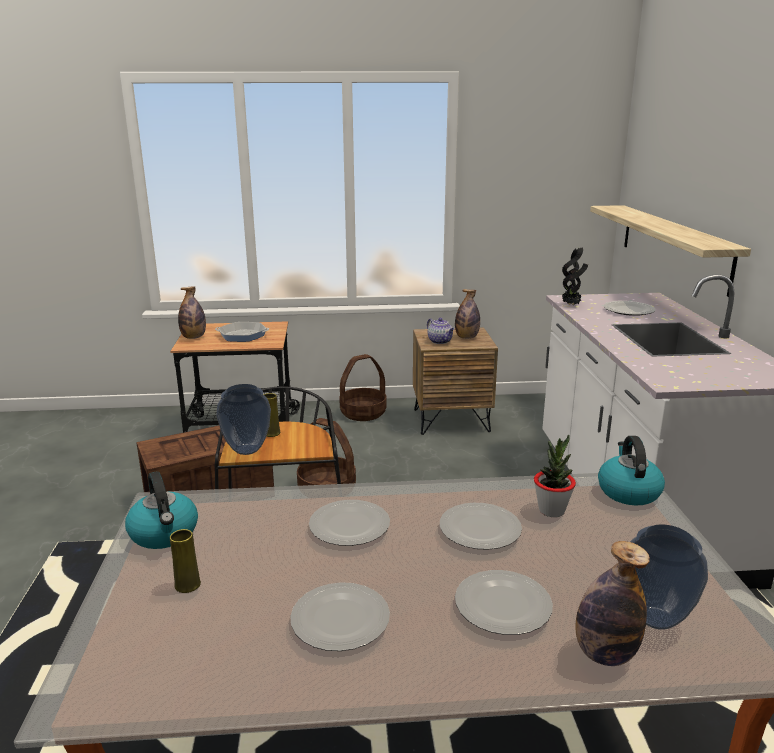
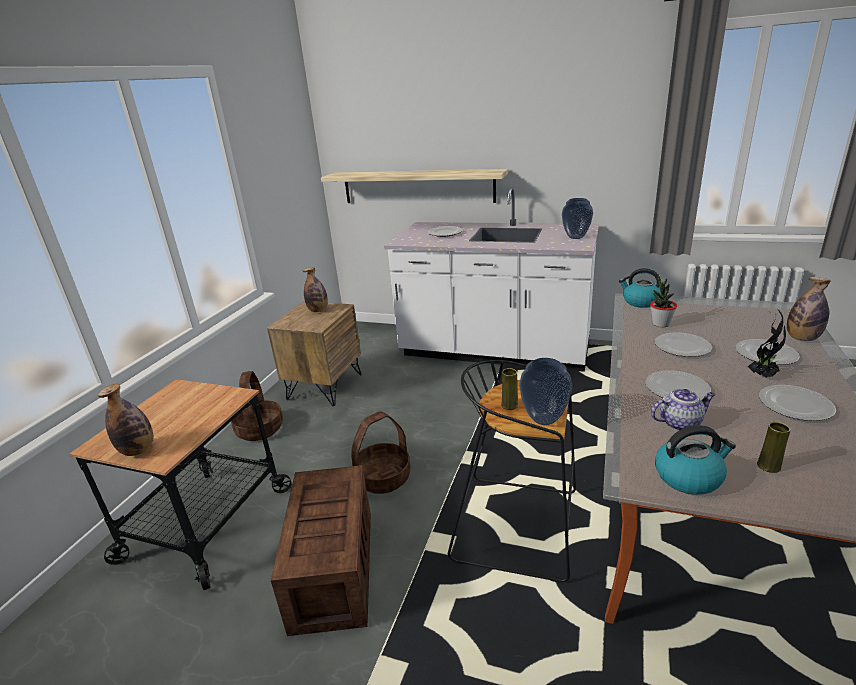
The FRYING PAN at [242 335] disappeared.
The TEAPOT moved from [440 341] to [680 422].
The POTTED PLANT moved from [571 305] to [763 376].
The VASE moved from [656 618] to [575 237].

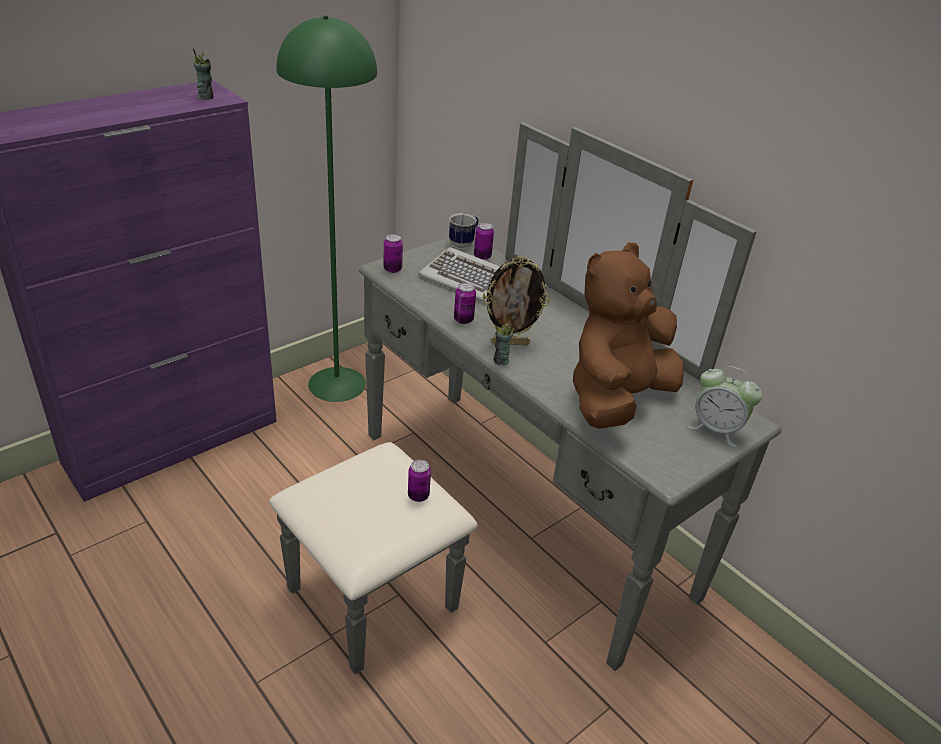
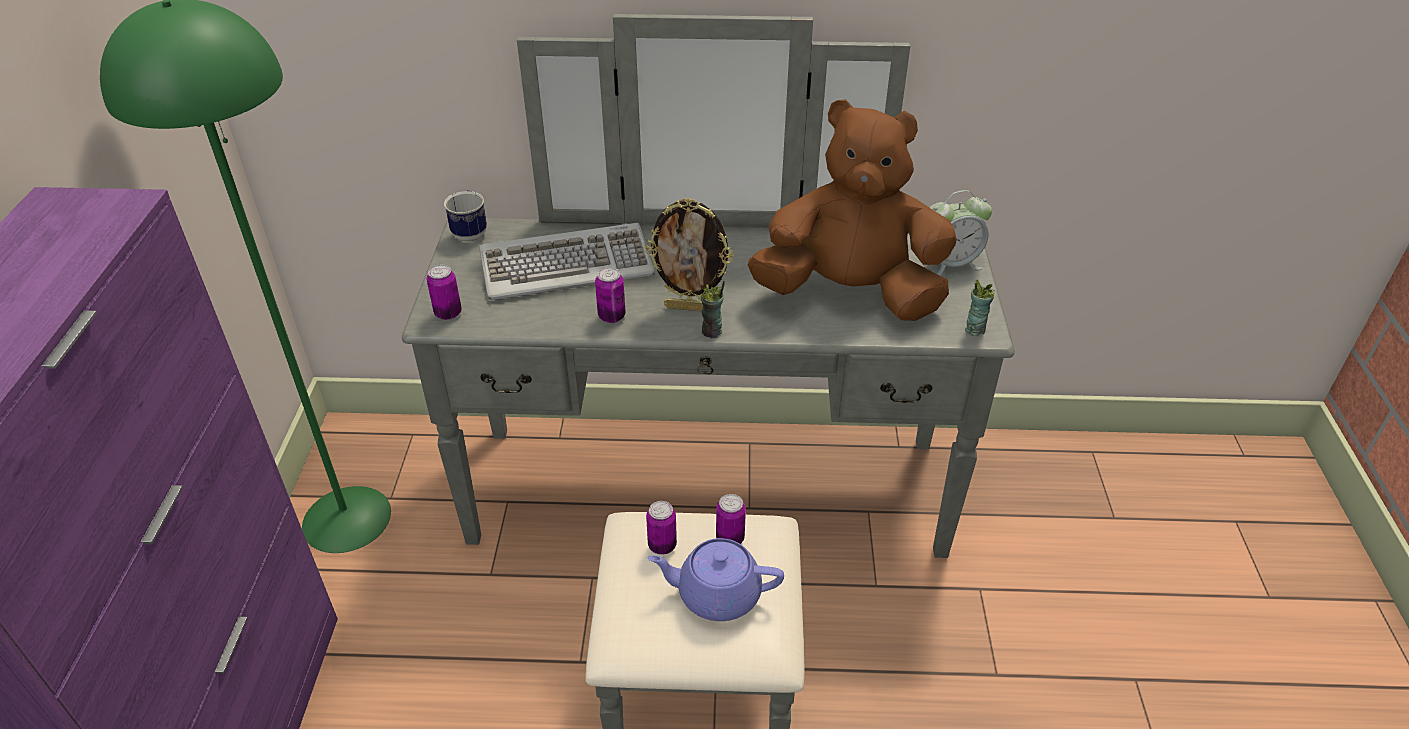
The PURPLE TEAPOT at [717 594] appeared.
The CUP moved from [206 97] to [974 329].
The CAN moved from [482 256] to [662 545].
The PICTURE FRAME at [510 343] turned 60 degrees clockwise.
The BROWN PLUSH TOY at [616 399] turned 105 degrees clockwise.

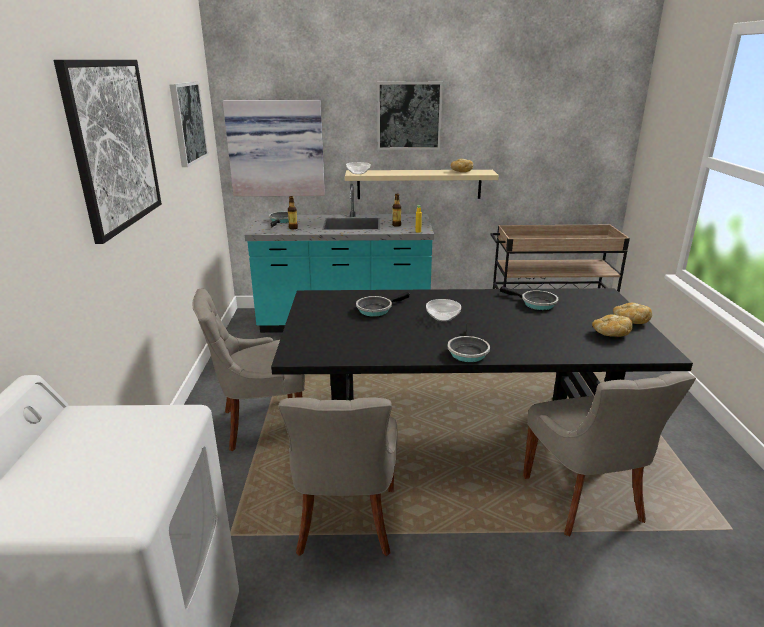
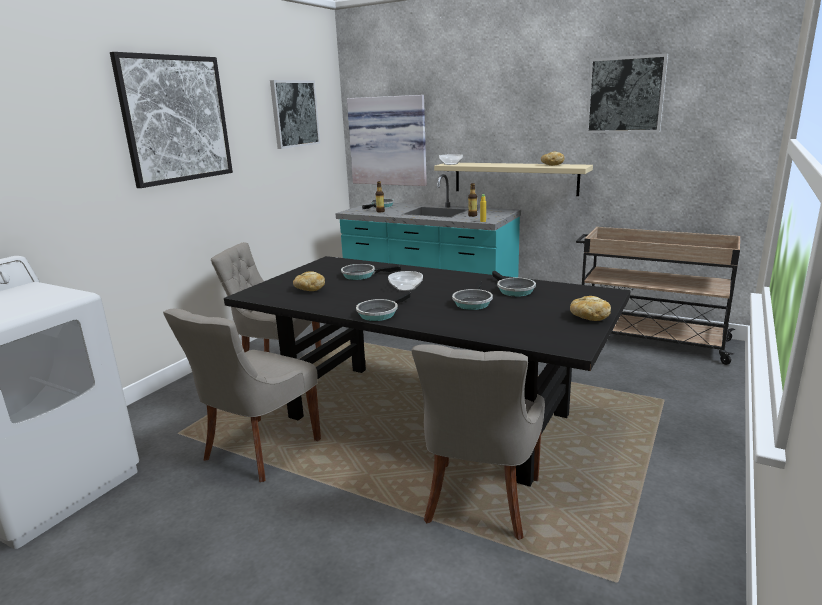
The FRYING PAN at [472 302] appeared.
The PICTURE moved from [409 116] to [625 95].
The BREAD moved from [610 334] to [309 289].

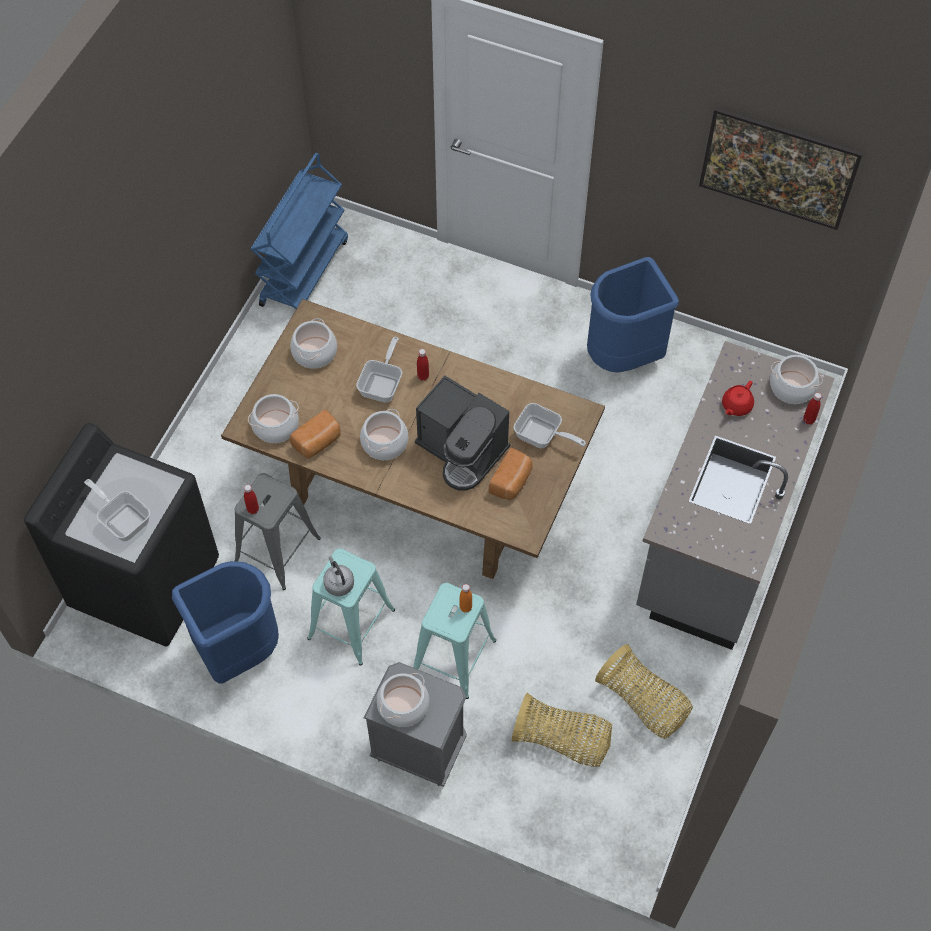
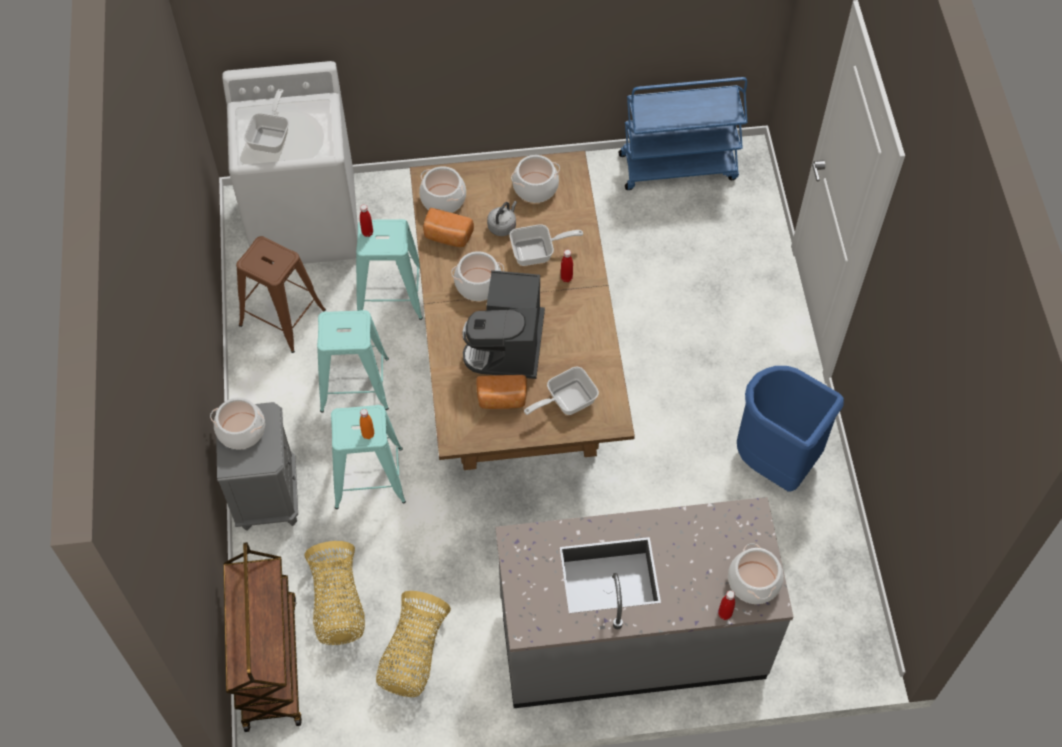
The PICTURE at [773 187] disappeared.
The RED TEAPOT at [736 406] disappeared.
The BROWN CART at [269 662] appeared.
The GREY KETTLE moved from [338 583] to [503 226].
The BLUE TRASH CAN at [238 651] was replaced by the BROWN STOOL at [282 317].
The BLACK WASHING MACHINE at [146 582] became the WHITE WASHING MACHINE at [306 222].
The GREY STOOL at [277 550] became the TURQUOISE STOOL at [390 295].
The FRYING PAN at [542 436] turned 60 degrees clockwise.

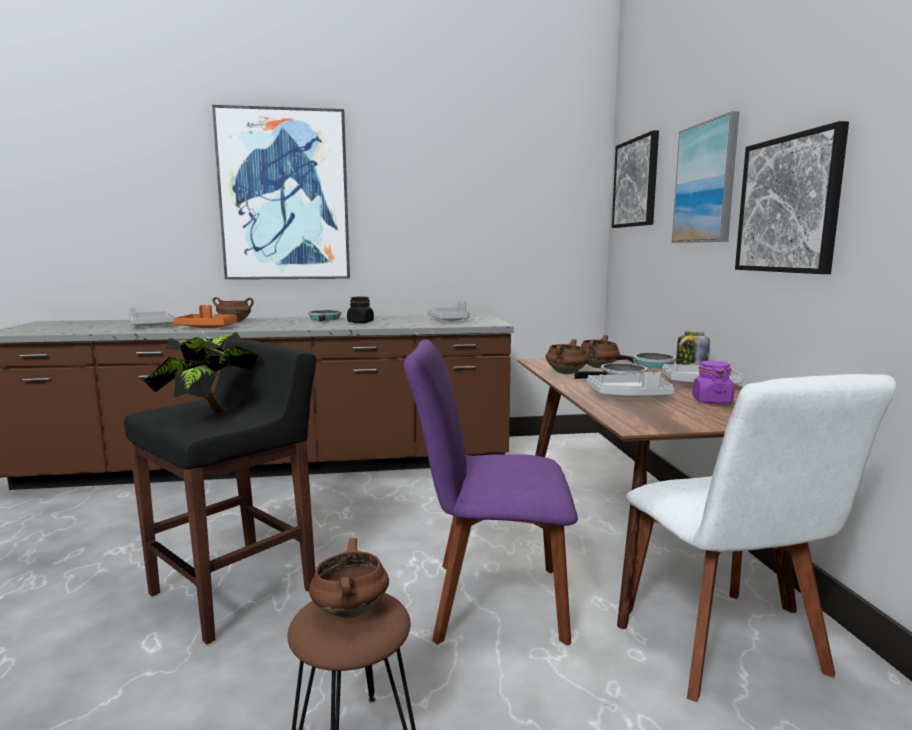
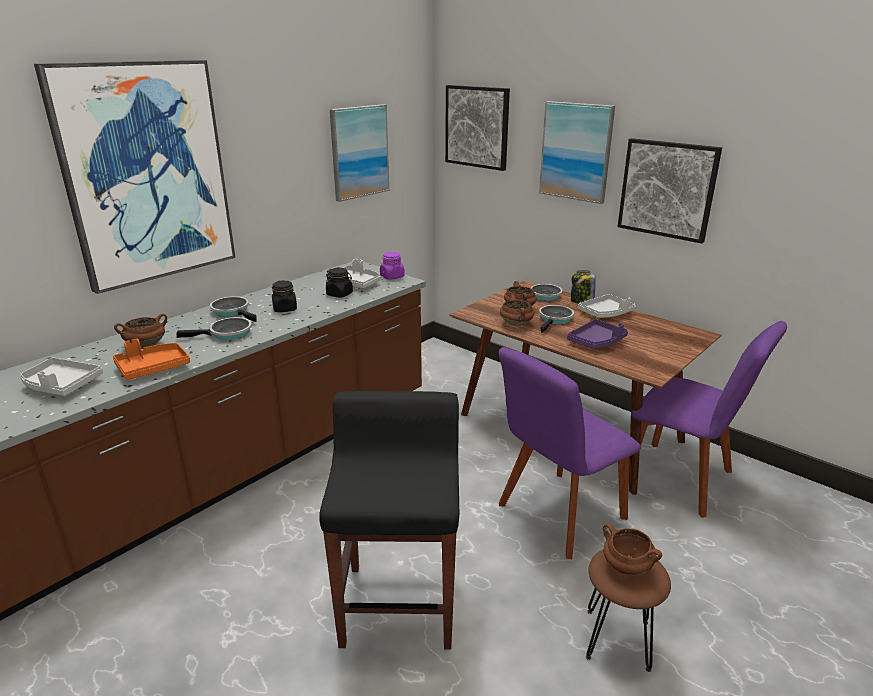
The POTTED PLANT at [208 414] disappeared.
The FRYING PAN at [227 334] appeared.
The BLACK JAR at [339 294] appeared.
The PICTURE at [359 152] appeared.
The PURPLE JAR moved from [711 401] to [392 276].
The GREY TRAY at [629 396] became the PURPLE TRAY at [597 342].
The WHITE CHAIR at [725 647] became the PURPLE CHAIR at [683 479].

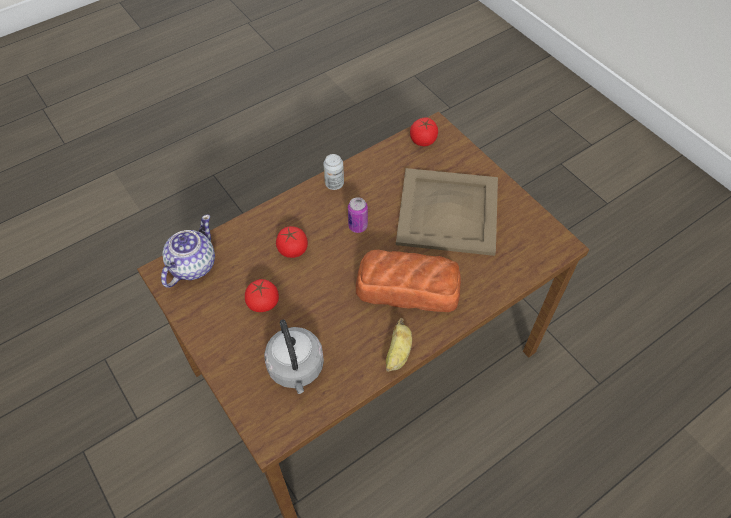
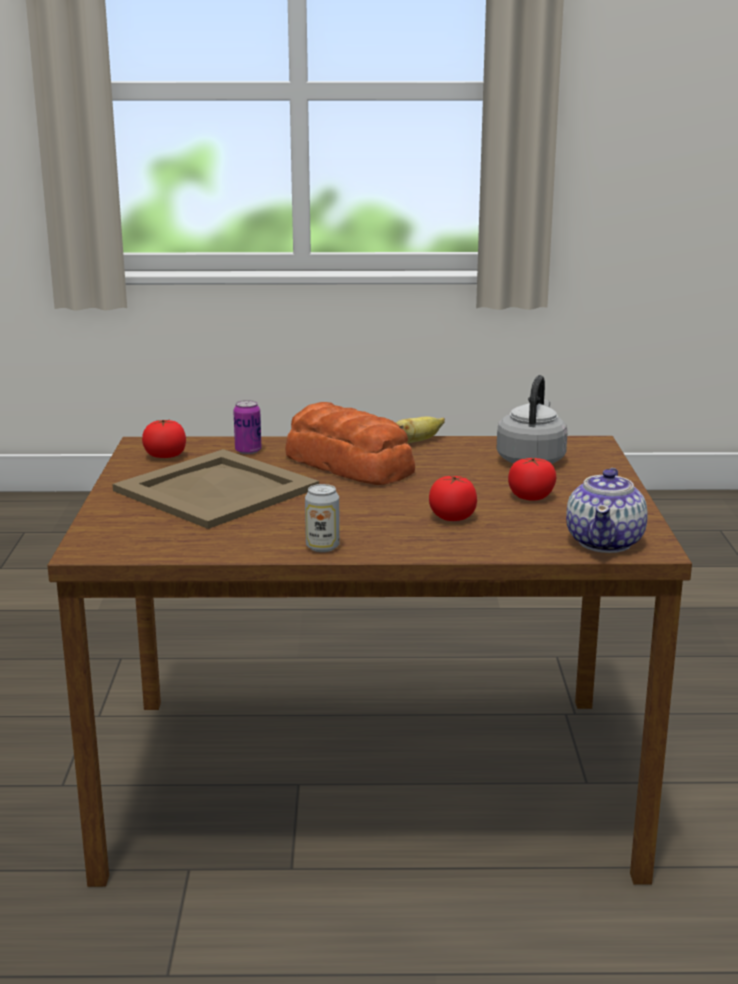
The CAN moved from [358 226] to [248 451].
The TOMATO moved from [423 140] to [165 456].
The TEAPOT at [192 266] turned 45 degrees counterclockwise.

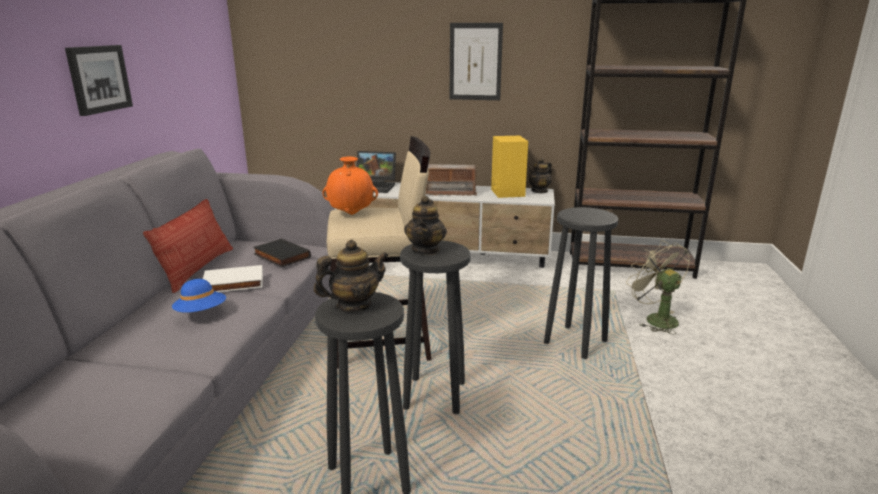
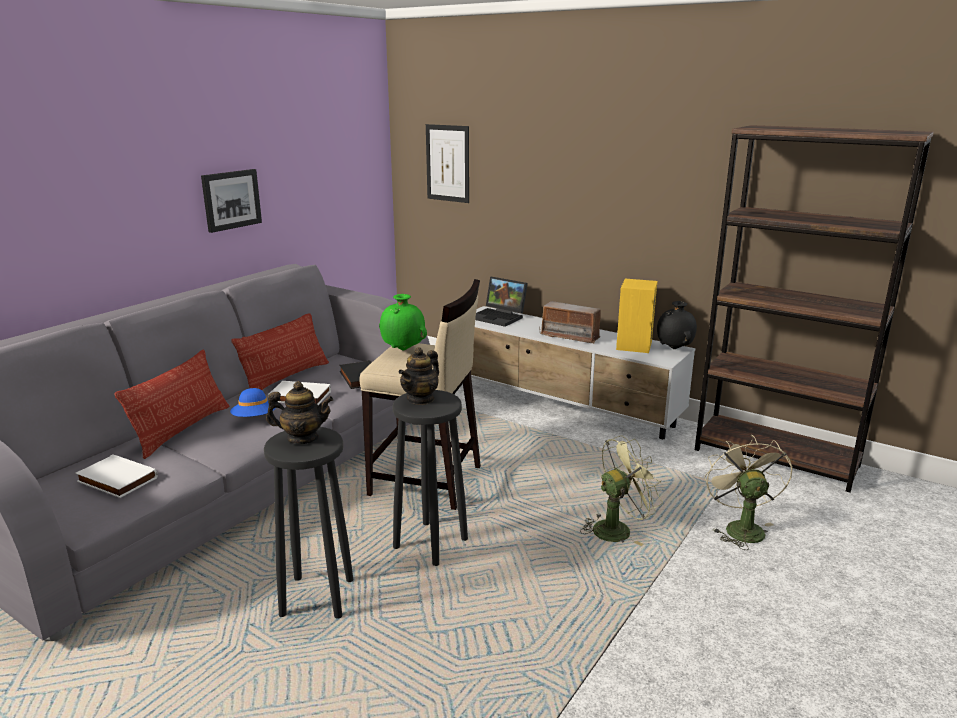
The WHITE BOOK at [115 480] appeared.
The PILLOW at [182 429] appeared.
The PICTURE moved from [475 62] to [447 163].
The TEAPOT at [539 191] was replaced by the BLACK VASE at [674 348].
The BLACK STOOL at [574 342] was replaced by the GREEN FAN at [618 528].
The ORANGE VASE at [351 214] became the GREEN VASE at [403 349].

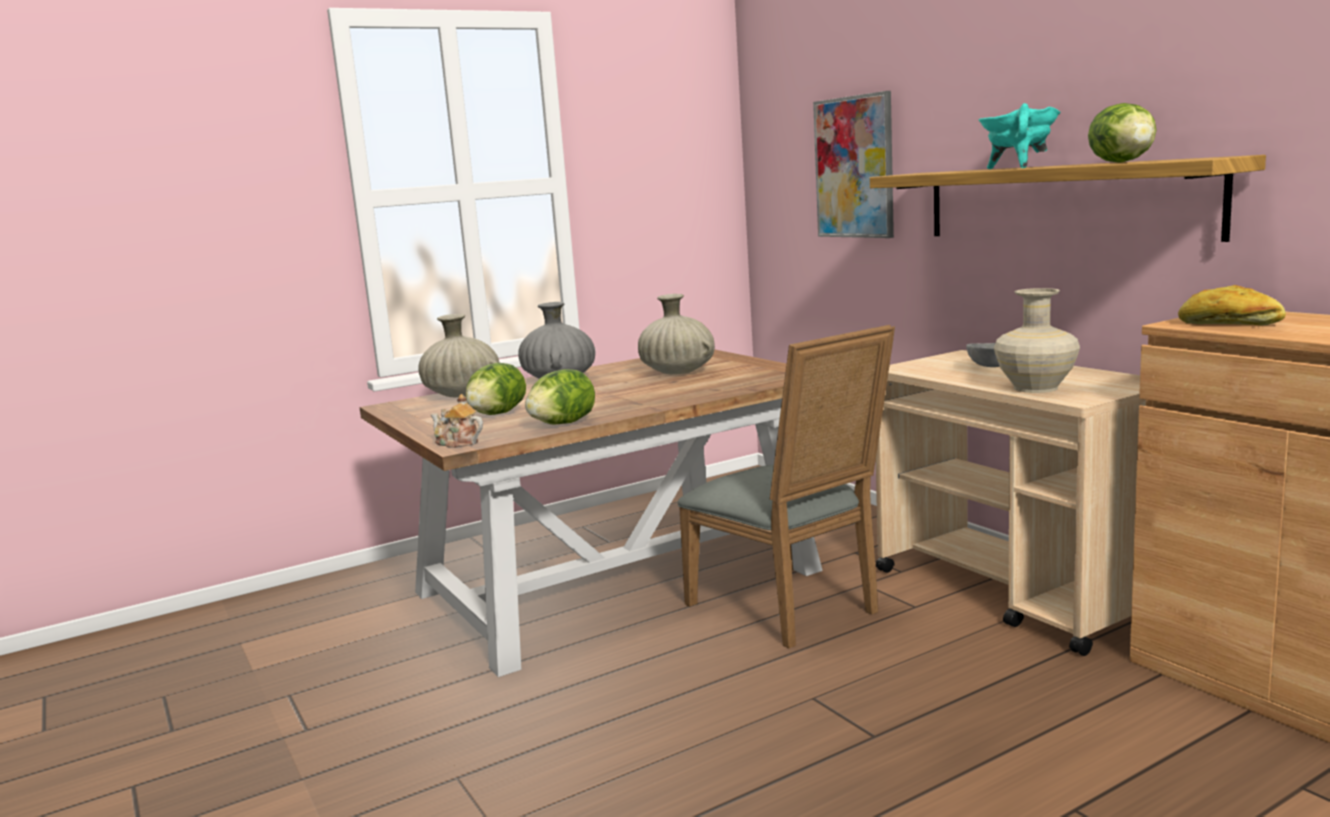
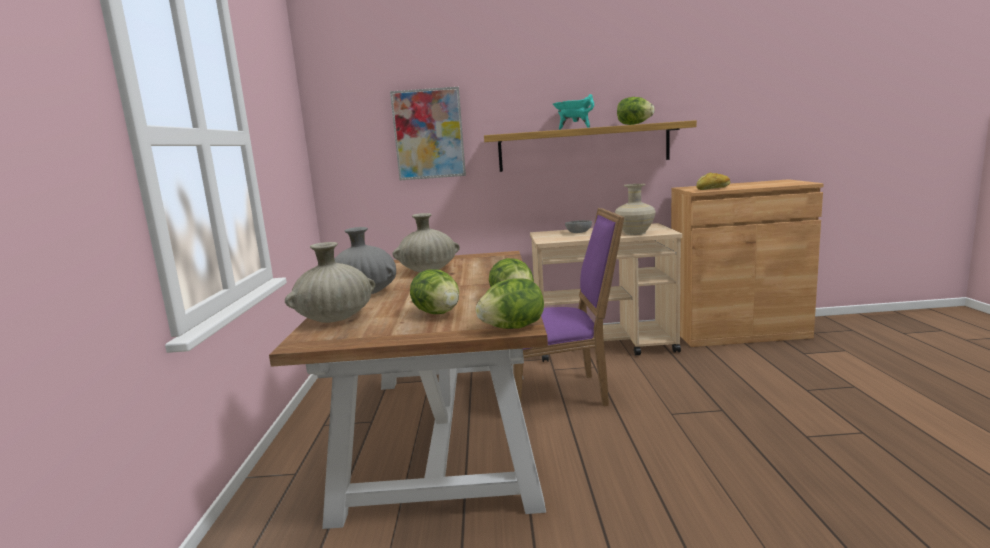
The TEAPOT at [457 443] was replaced by the LETTUCE at [512 328].
The GREY CHAIR at [791 609] became the PURPLE CHAIR at [561 393].

